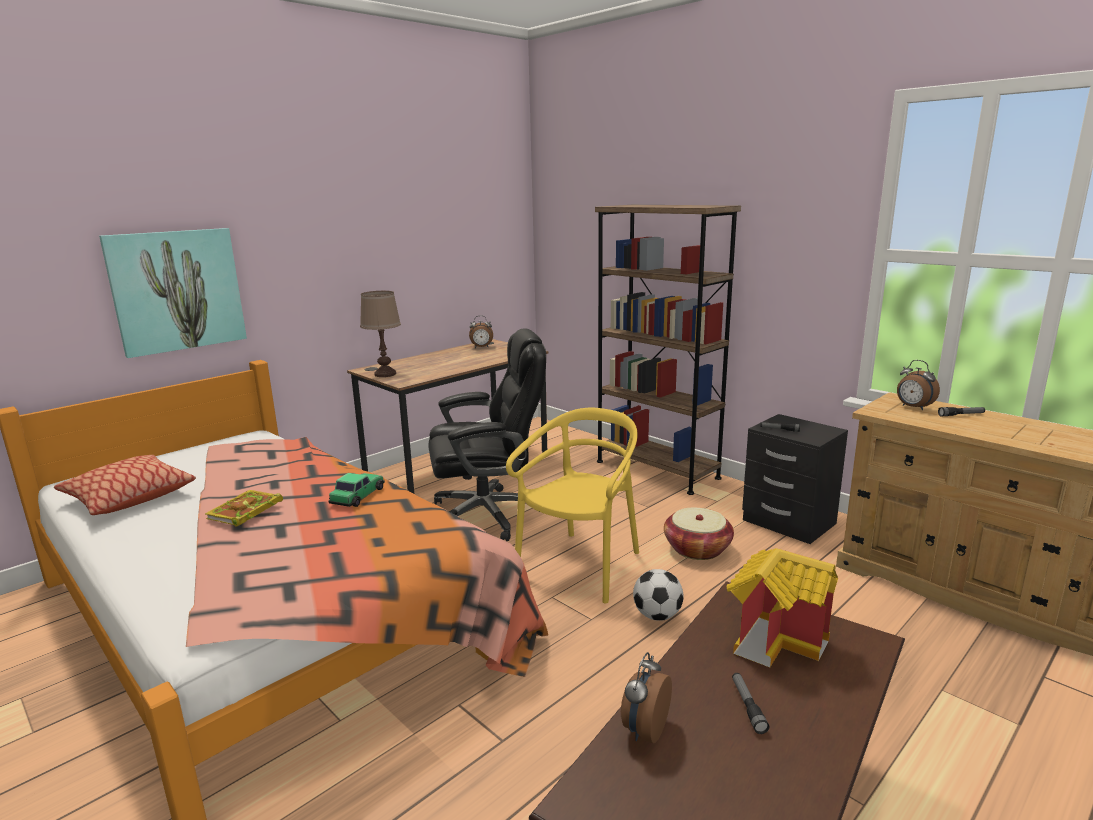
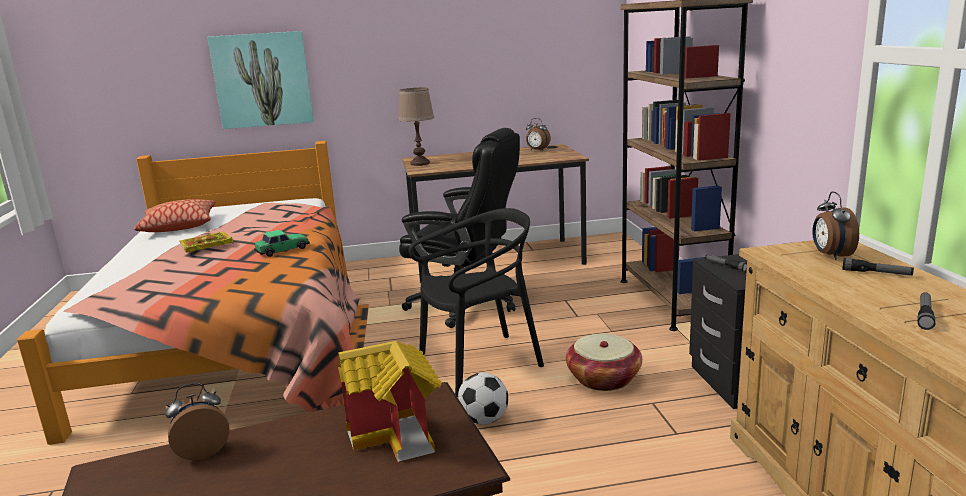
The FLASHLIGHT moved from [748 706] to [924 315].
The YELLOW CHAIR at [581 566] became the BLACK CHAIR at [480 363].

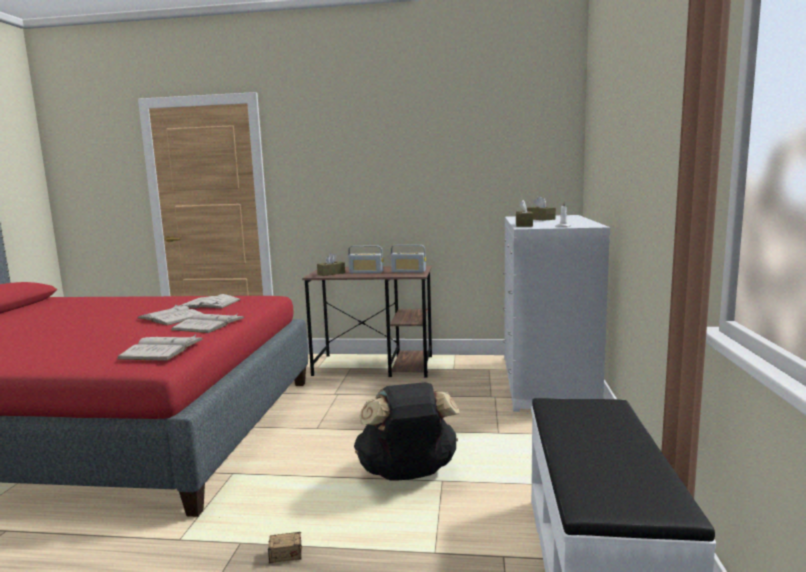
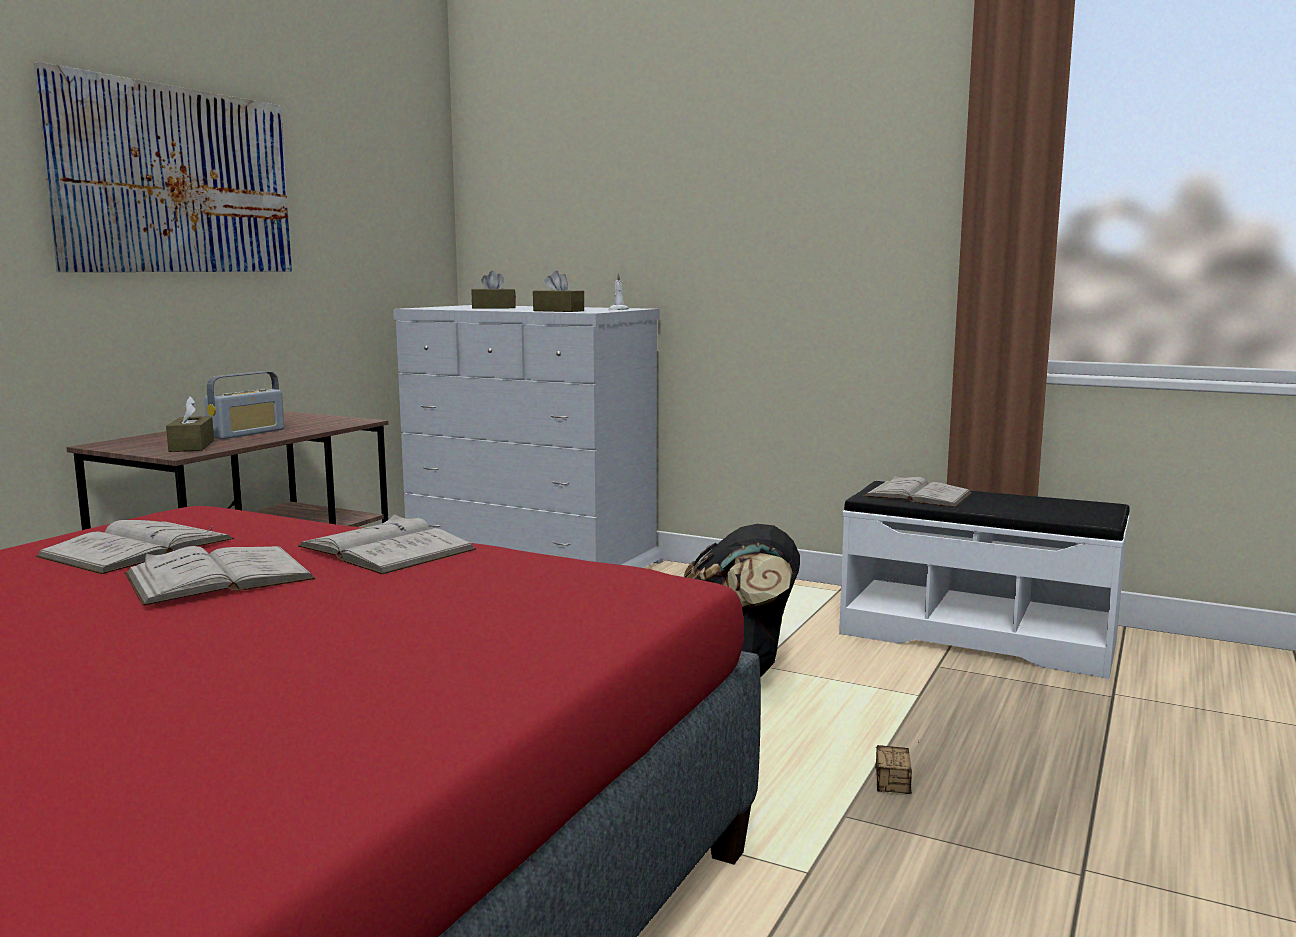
The RADIO at [408 271] disappeared.
The PICTURE at [176 180] appeared.
The WHITE BOOK moved from [162 349] to [918 495].

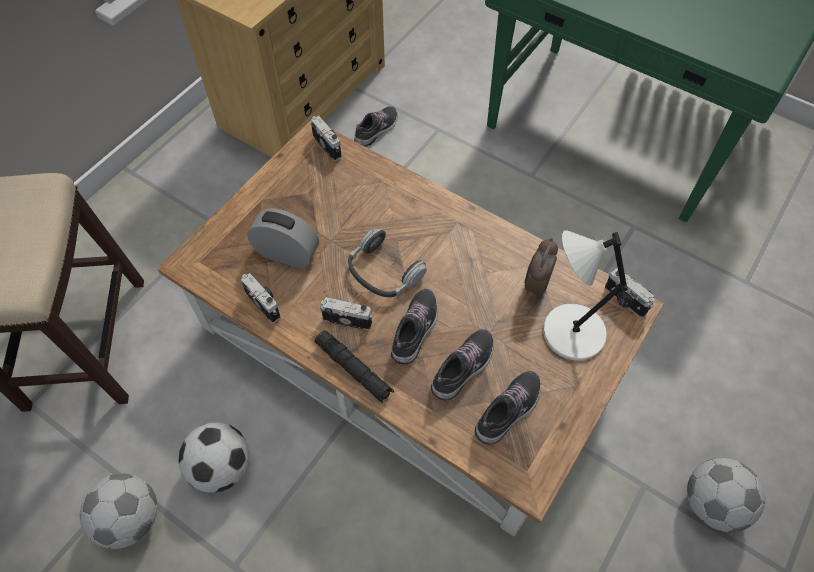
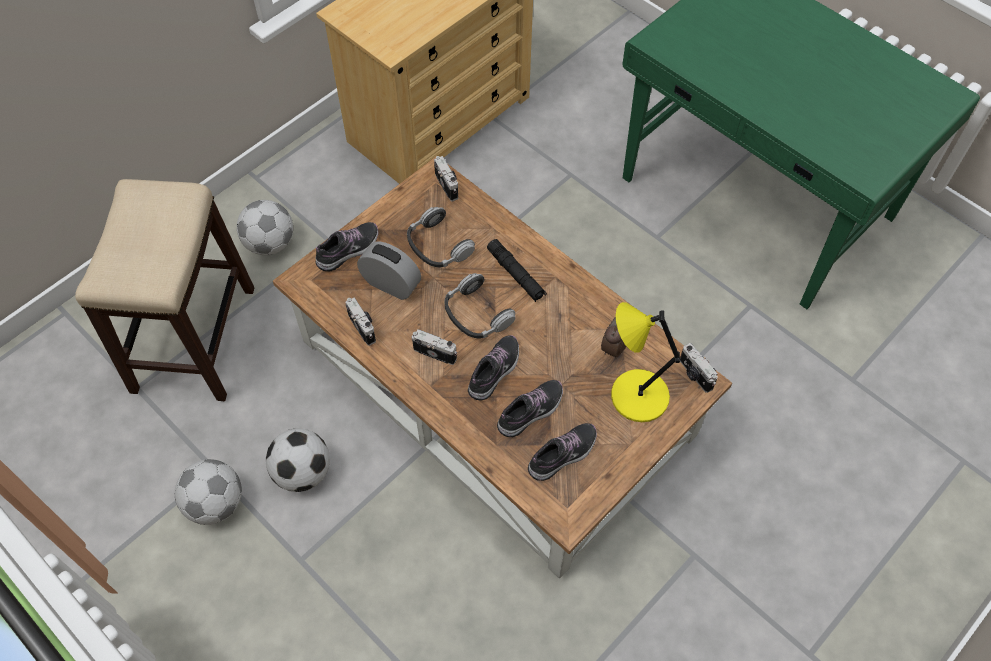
The HEADPHONES at [438 246] appeared.
The BLACK FLASHLIGHT moved from [354 369] to [516 274].
The SHOE moved from [377 130] to [348 250].
The FOOTBALL moved from [712 503] to [270 244].
The WHITE TABLE LAMP at [570 333] became the YELLOW TABLE LAMP at [635 396].

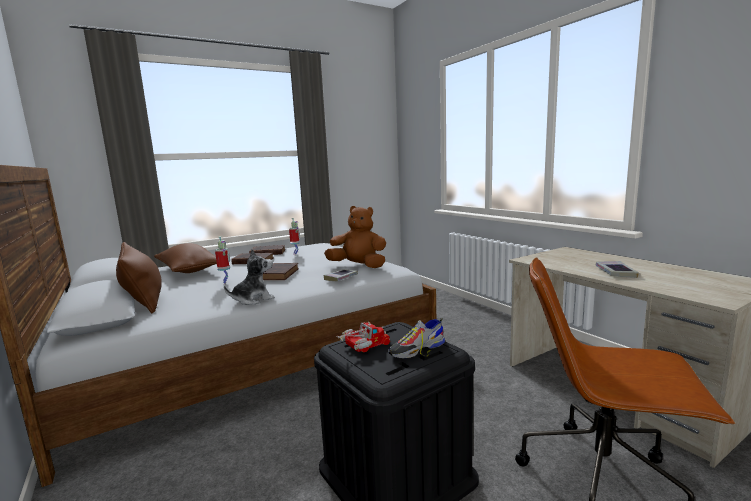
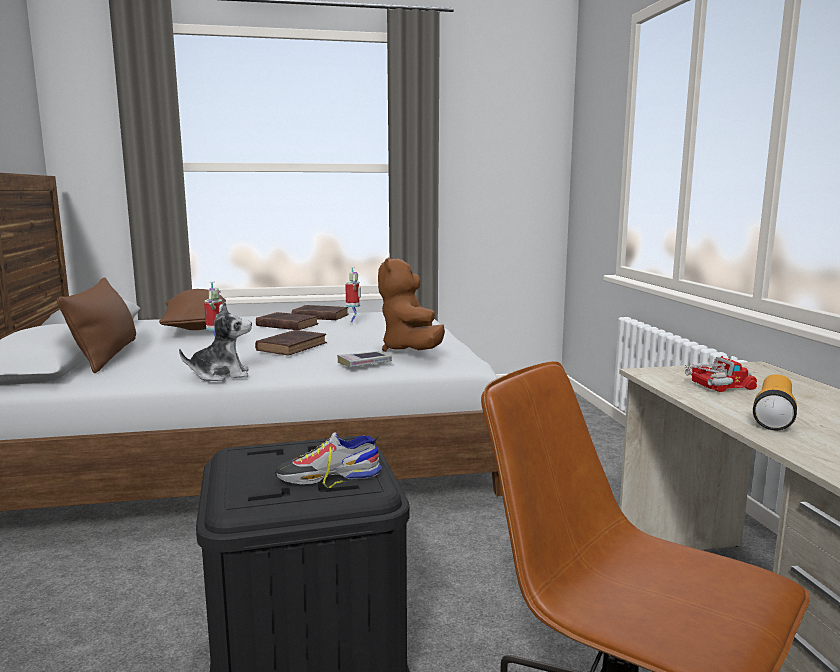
The TOY TRUCK moved from [362 346] to [715 387].
The BOOK at [615 272] was replaced by the FLASHLIGHT at [773 416].
The BROWN PLUSH TOY at [359 266] turned 135 degrees counterclockwise.

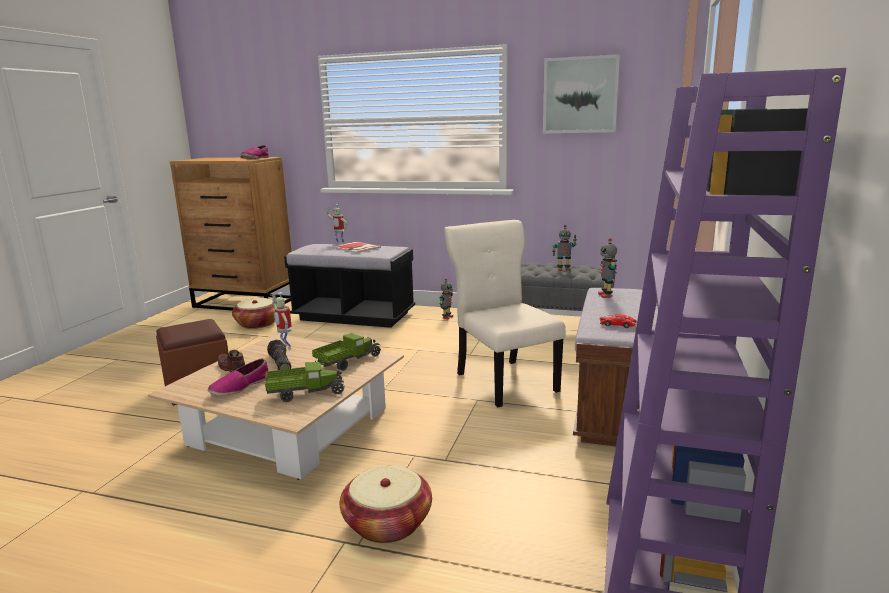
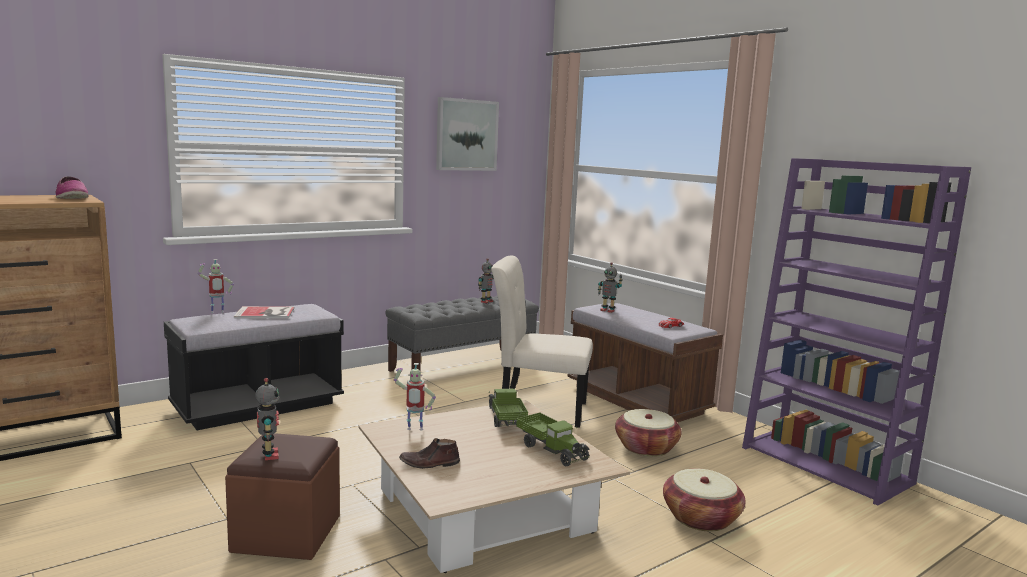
The SHOE at [240 387] disappeared.
The FLASHLIGHT at [279 364] disappeared.
The BASKET moved from [257 324] to [646 448].
The TOY ROBOT moved from [447 317] to [269 455].
The TOY TRUCK at [305 393] turned 120 degrees clockwise.

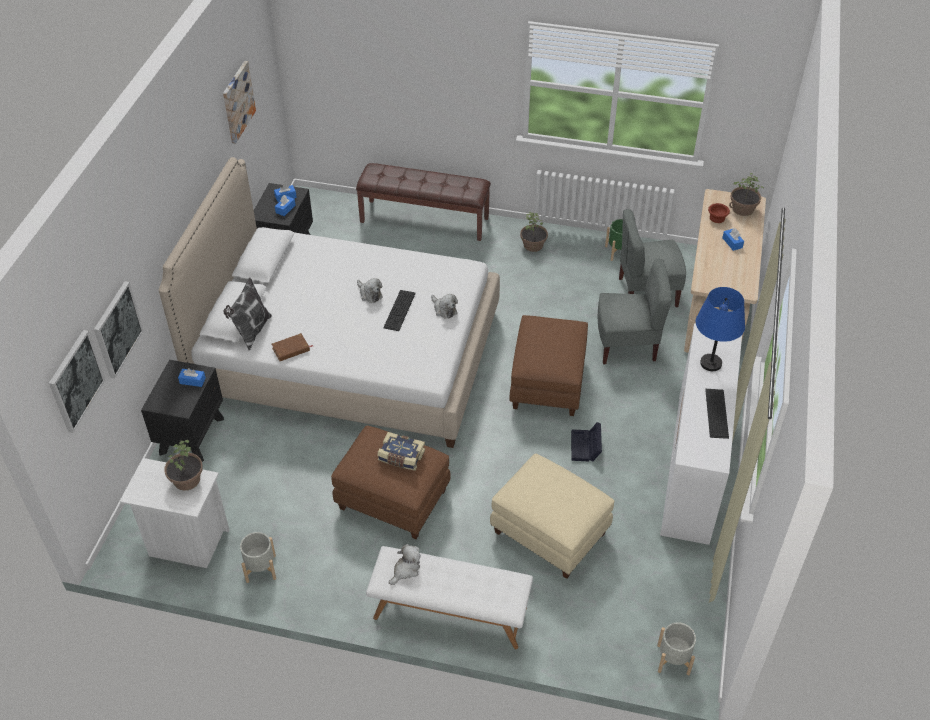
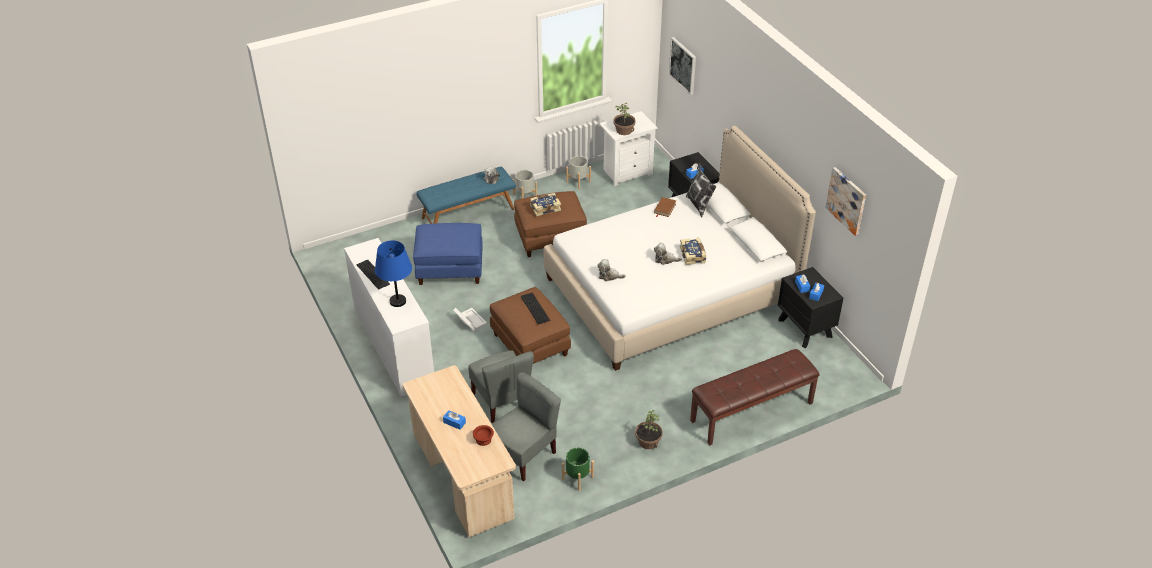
The PICTURE at [117 329] disappeared.
The POTTED PLANT at [743 209] disappeared.
The BOOK at [693 255] appeared.
The KEYBOARD moved from [399 310] to [535 308].
The GREY PLANTER moved from [673 659] to [525 196].
The WHITE BENCH at [450 613] became the BLUE BENCH at [468 213].
The BEIGE OTTOMAN at [549 533] became the BLUE OTTOMAN at [450 268].
The BLACK STORAGE BOX at [585 447] became the WHITE STORAGE BOX at [469 321].
The GREY CHAIR at [626 345] turned 75 degrees counterclockwise.

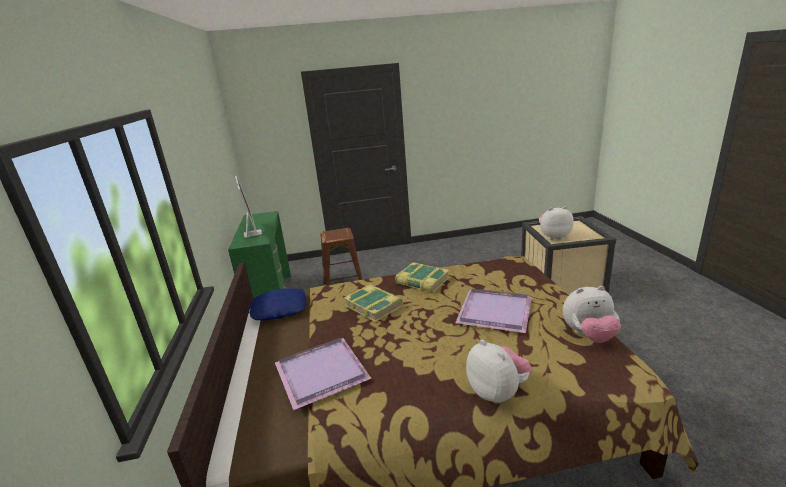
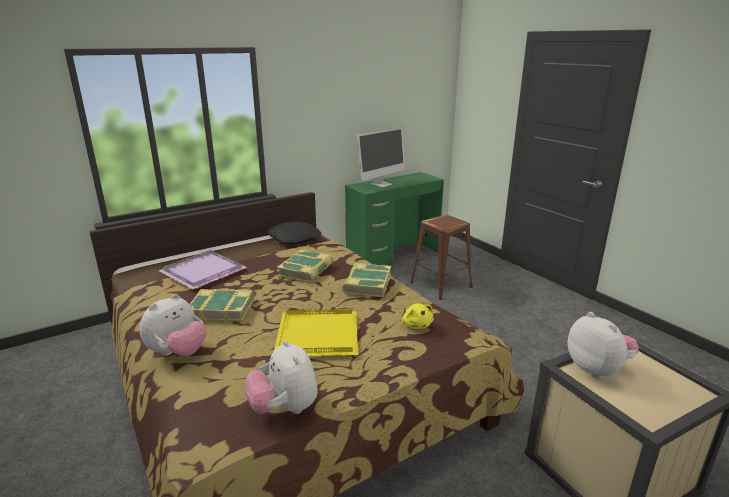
The BOOK at [222 309] appeared.
The YELLOW PLUSH TOY at [417 325] appeared.
The BLUE PILLOW at [279 309] became the BLACK PILLOW at [294 238].
The PURPLE TRAY at [493 311] became the YELLOW TRAY at [319 334].

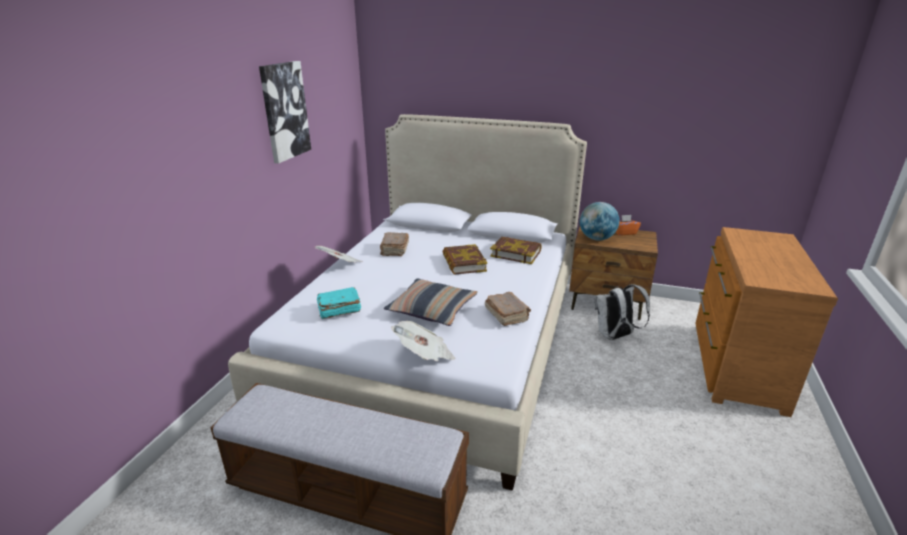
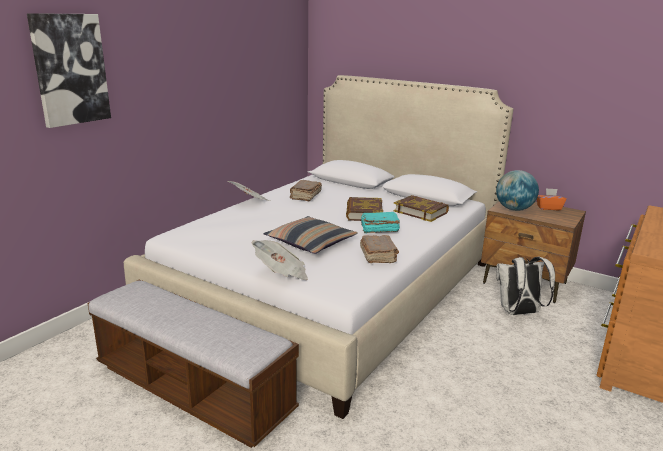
The PICTURE moved from [284 111] to [70 69].
The TURQUOISE BOOK moved from [338 310] to [379 229].

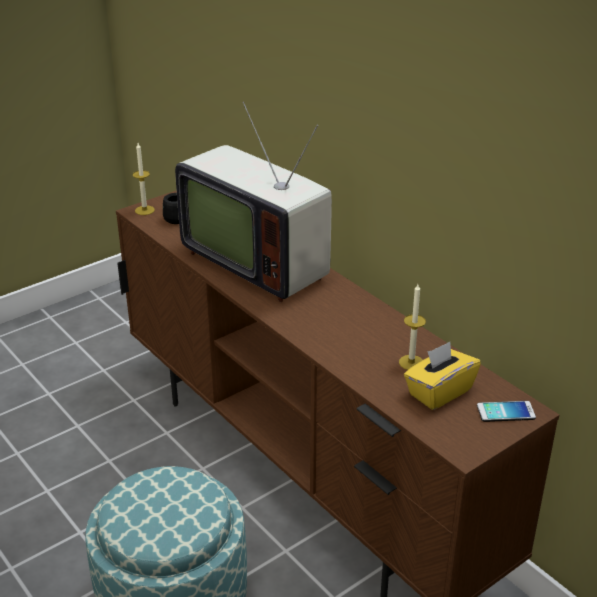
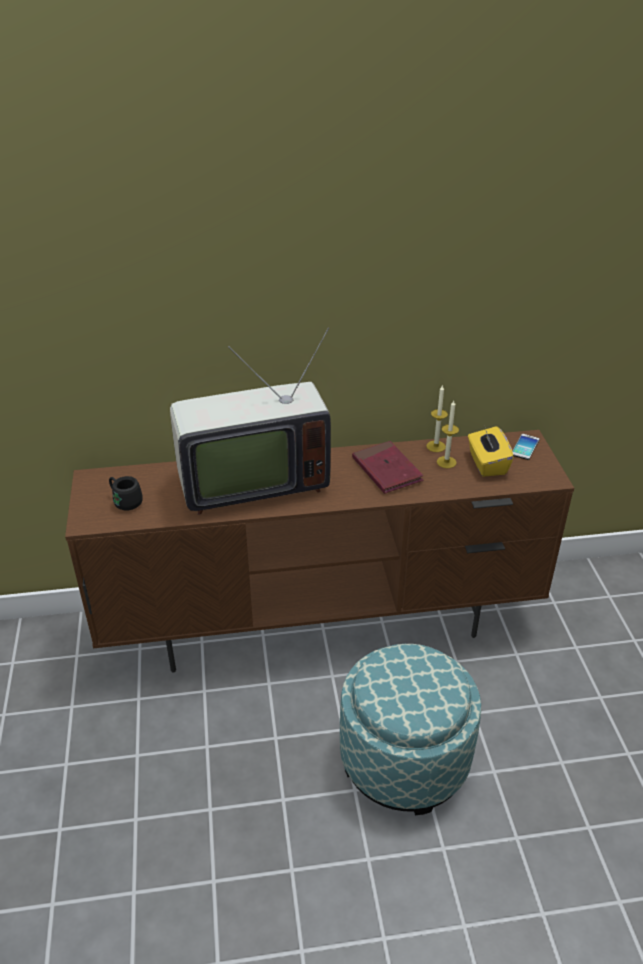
The RED BOOK at [387 470] appeared.
The CANDLE moved from [144 210] to [436 446].

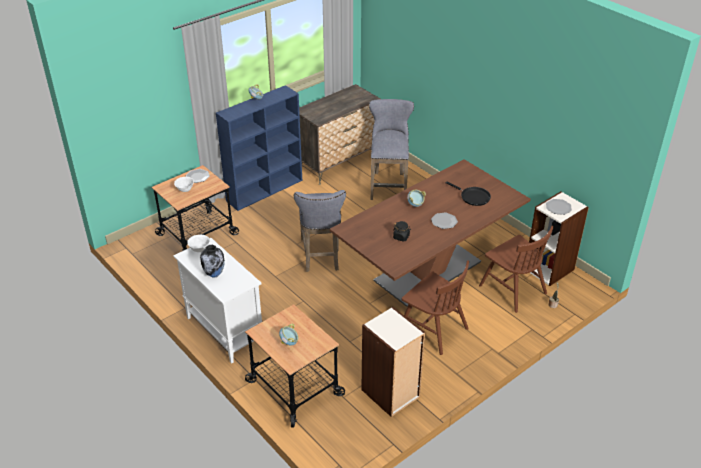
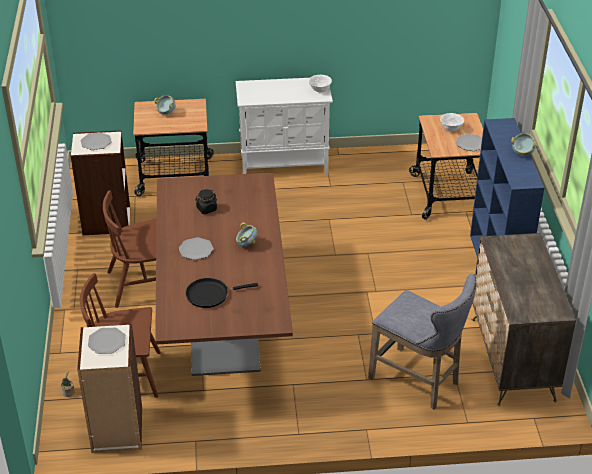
The VASE at [214 274] disappeared.
The GREY STOOL at [321 256] disappeared.
The PLATE at [96 142] appeared.

